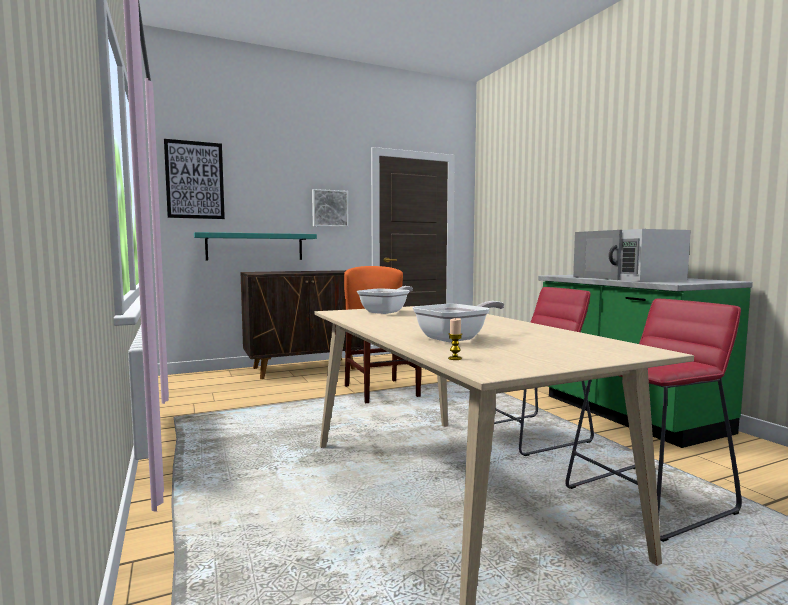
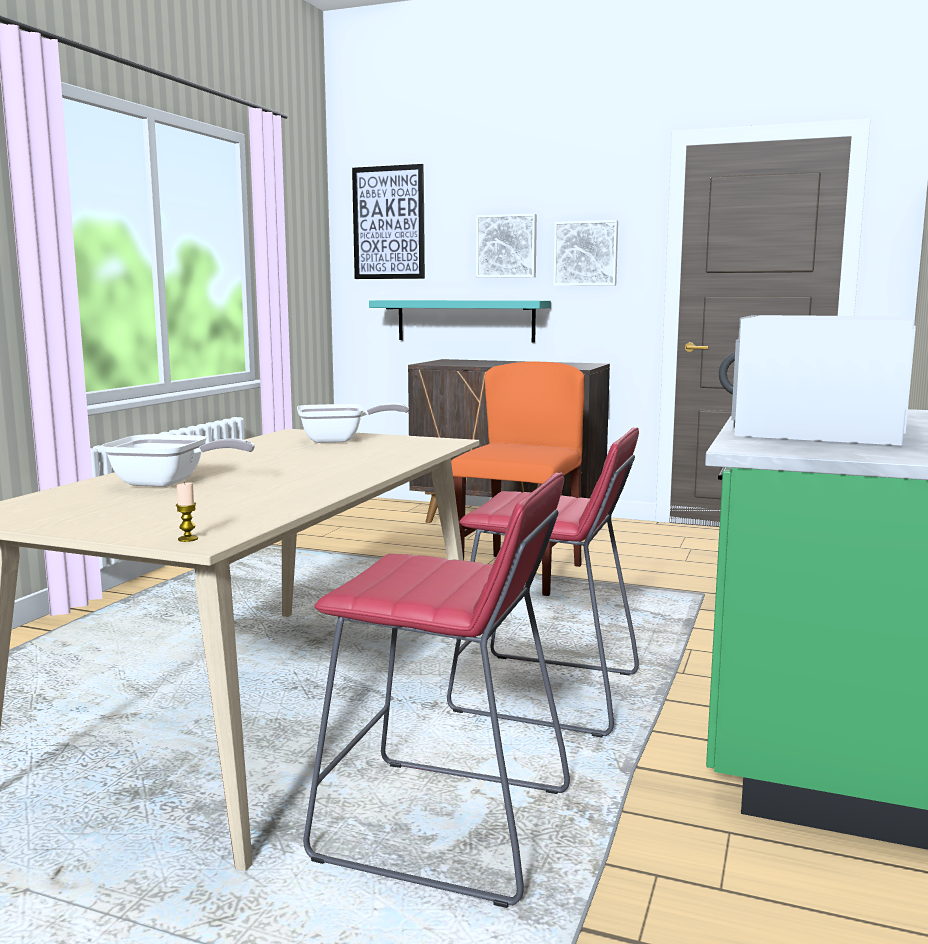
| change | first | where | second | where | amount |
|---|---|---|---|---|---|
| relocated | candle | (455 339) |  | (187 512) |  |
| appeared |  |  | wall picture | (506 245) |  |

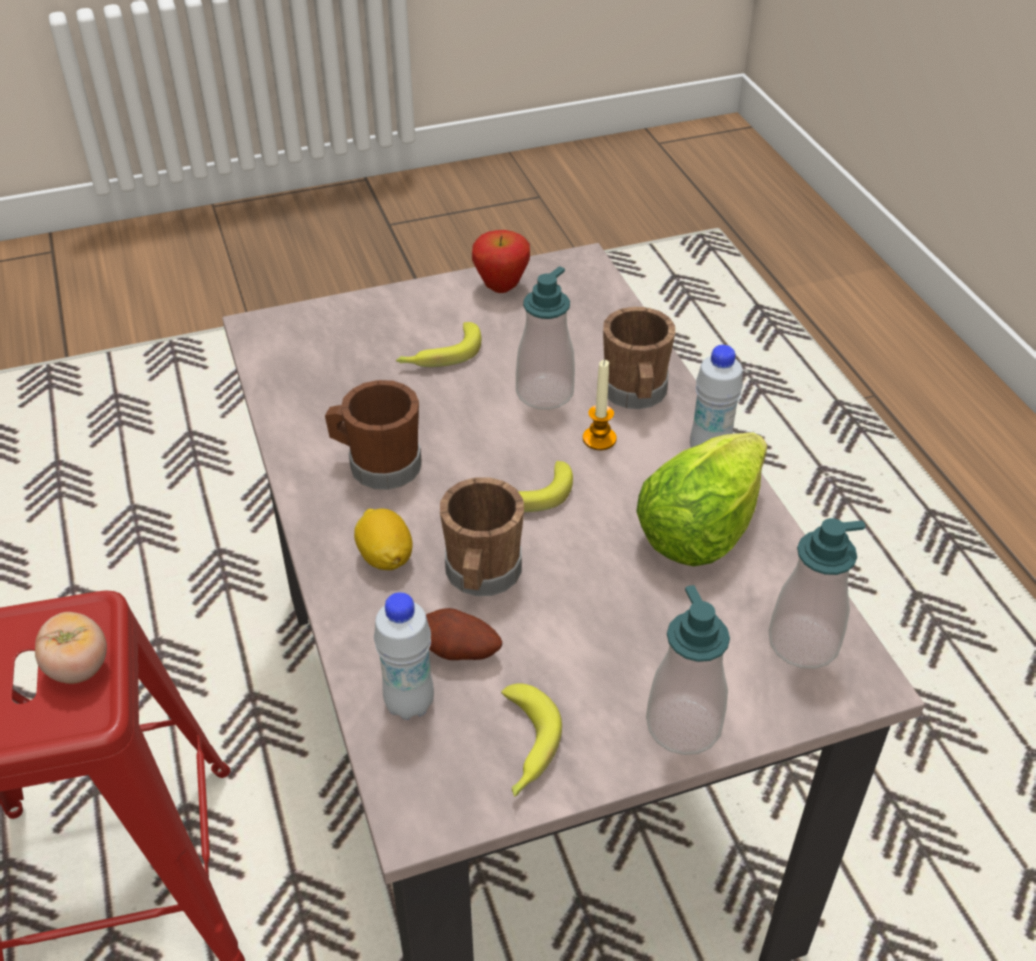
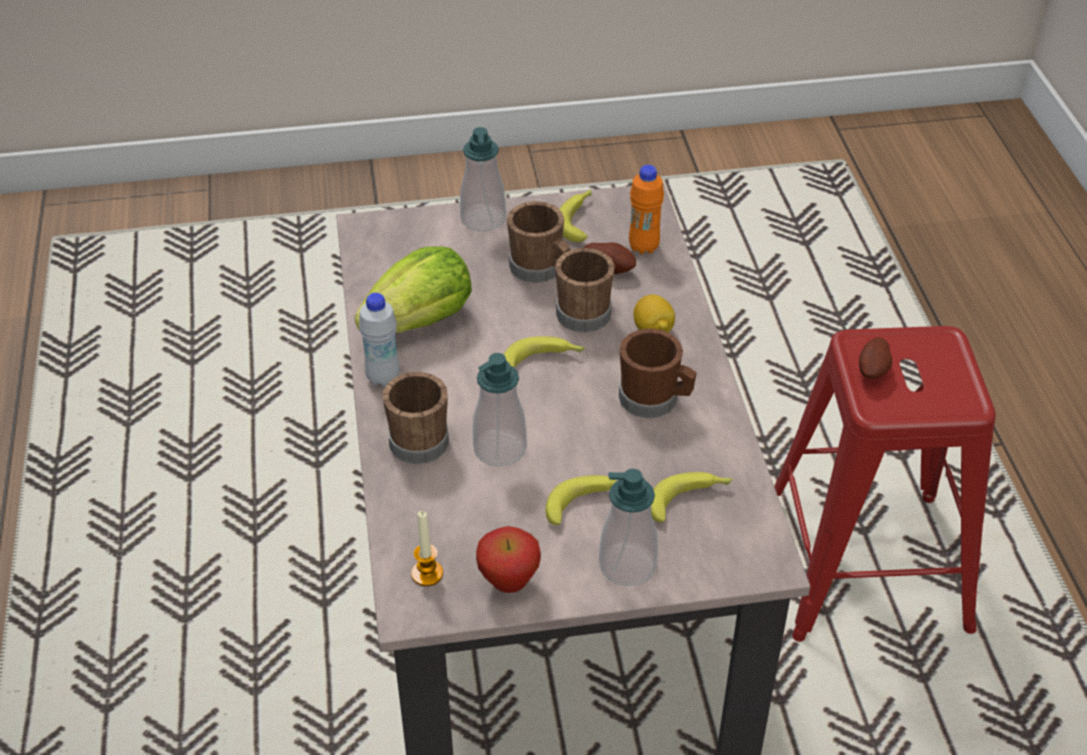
| change | first | where | second | where | amount |
|---|---|---|---|---|---|
| relocated | candle | (600 405) |  | (427 548) |  |
| appeared |  |  | brown-coloured coffee mug | (539 242) |  |
| relocated | soap bottle | (817 593) |  | (628 527) |  |
| colour | white bottle | (404 656) | orange bottle | (646 209) |  |
| appeared |  |  | banana fruit | (692 497) |  |
| exchanged | tomato | (71 648) | whole potato | (875 358) |  |

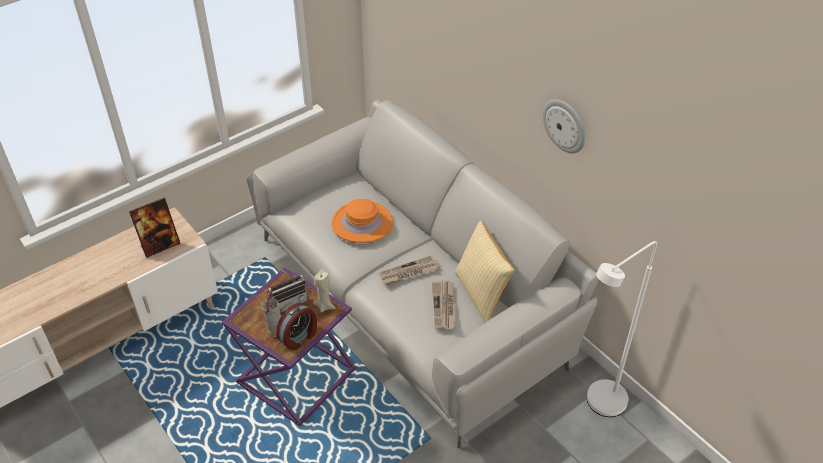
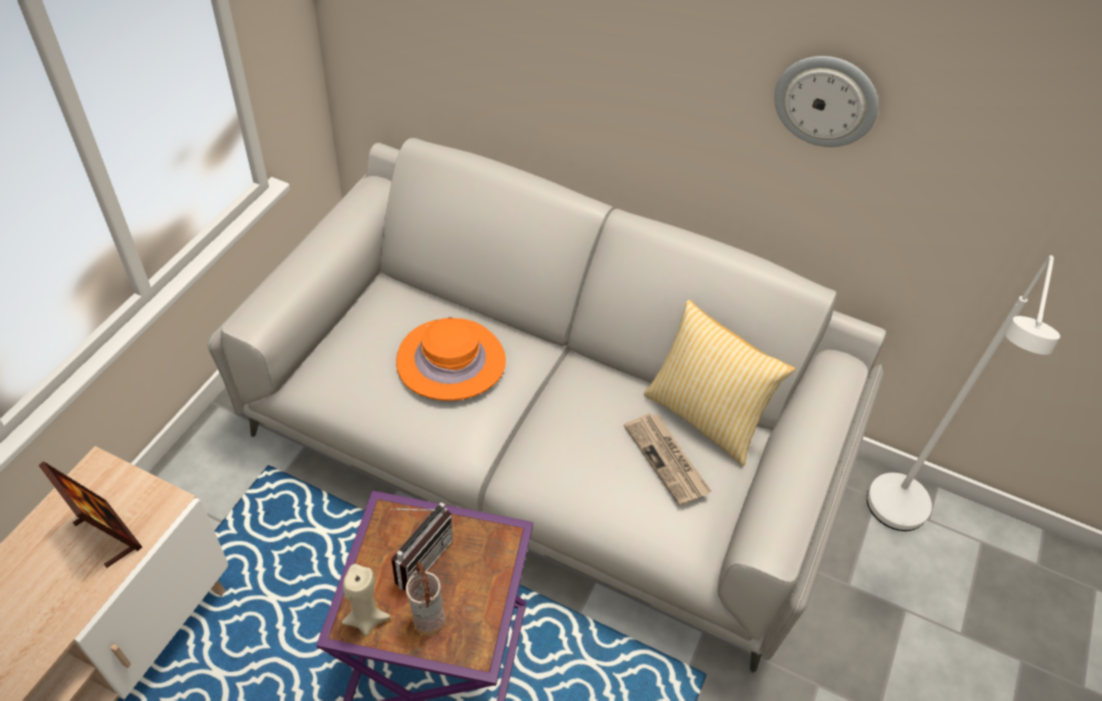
| change | first | where | second | where | amount |
|---|---|---|---|---|---|
| spun | photo frame | (155 228) |  | (90 514) | 75 degrees counterclockwise |
| relocated | beige-coloured candle | (324 291) |  | (366 600) |  |
| missing | bedside clock | (296 326) |  |  |  |
| missing | printed paper | (409 270) |  |  |  |

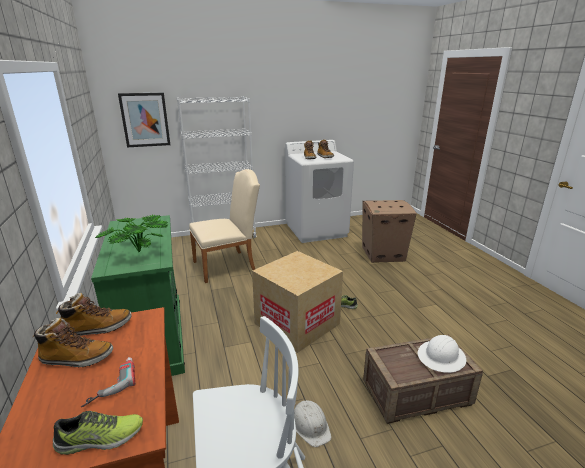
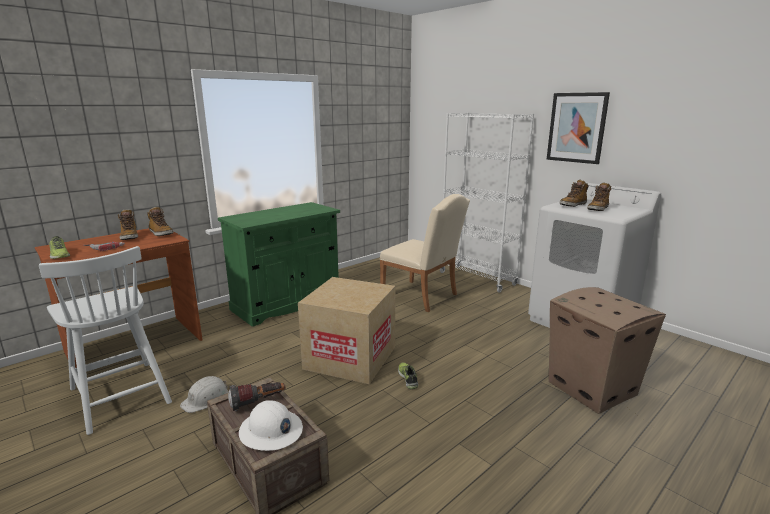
| change | first | where | second | where | amount |
|---|---|---|---|---|---|
| appeared |  |  | torch | (256 396) |  |
| relocated | wall picture | (144 120) |  | (578 128) |  |
| missing | potted plant | (132 233) |  |  |  |

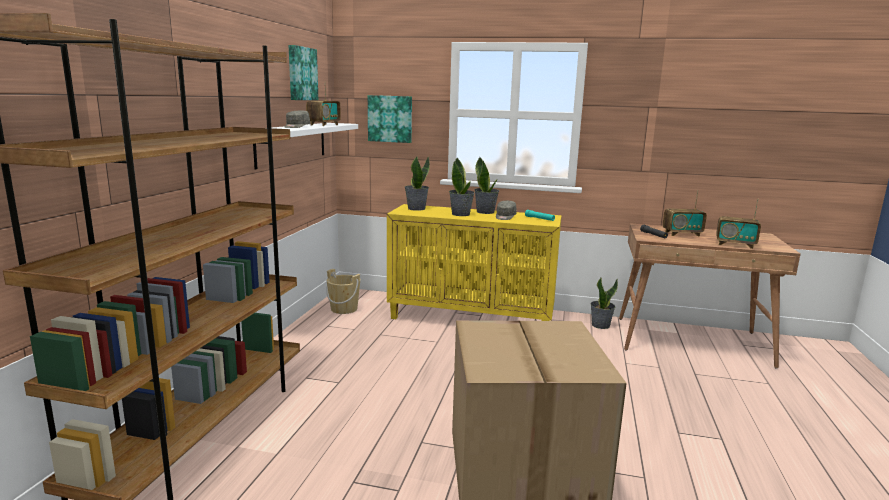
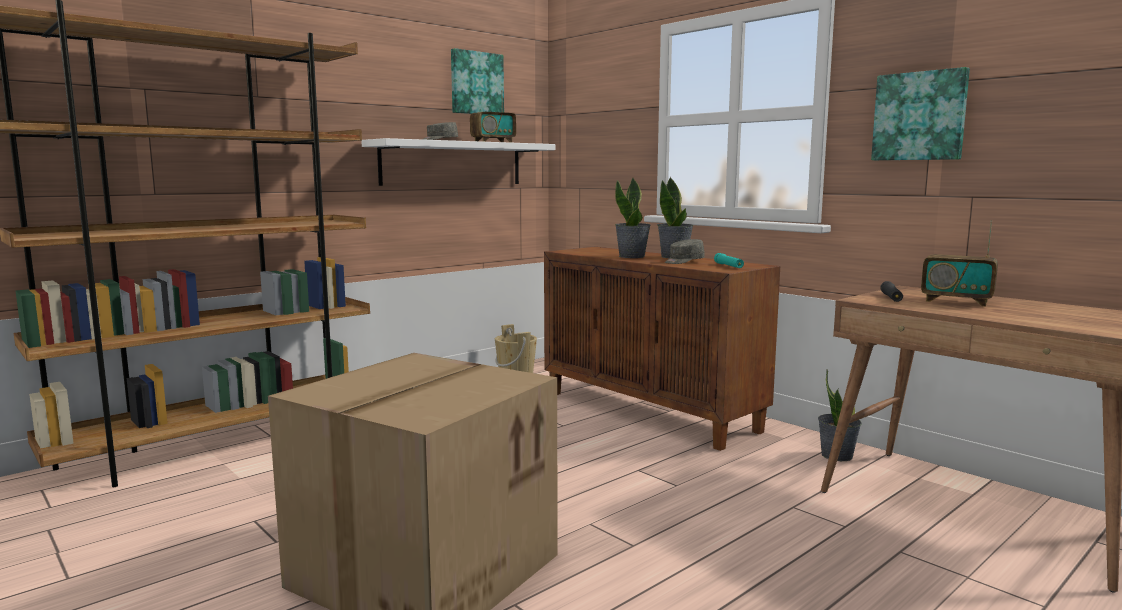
| change | first | where | second | where | amount |
|---|---|---|---|---|---|
| colour | yellowish cupboard | (474 262) | brown-coloured cupboard | (662 349) |  |
| relocated | wall picture | (390 119) |  | (920 113) |  |
| missing | potted plant | (417 183) |  |  |  |
| missing | radio | (738 223) |  |  |  |

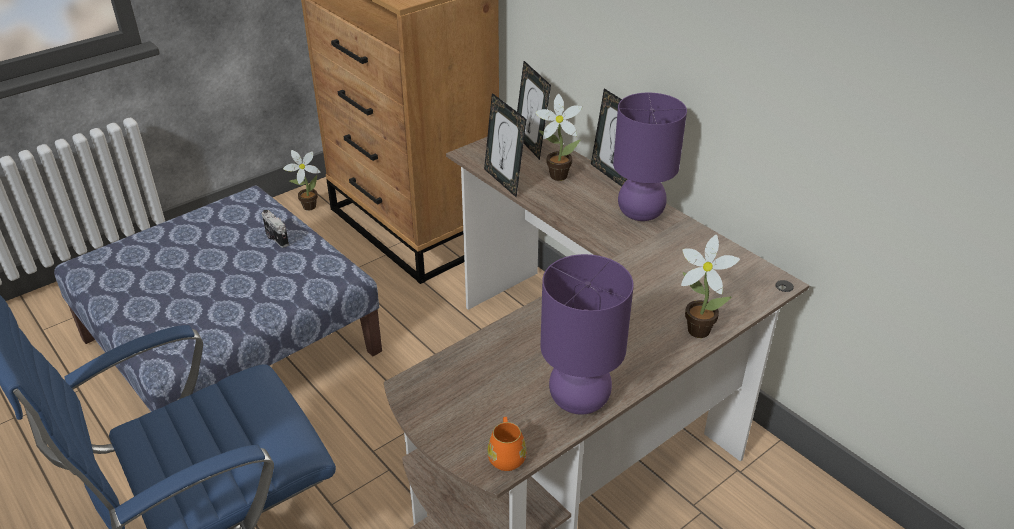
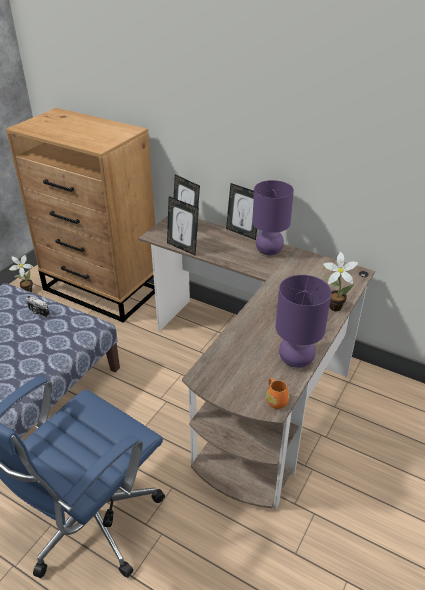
| change | first | where | second | where | amount |
|---|---|---|---|---|---|
| missing | potted plant | (559 137) |  |  |  |

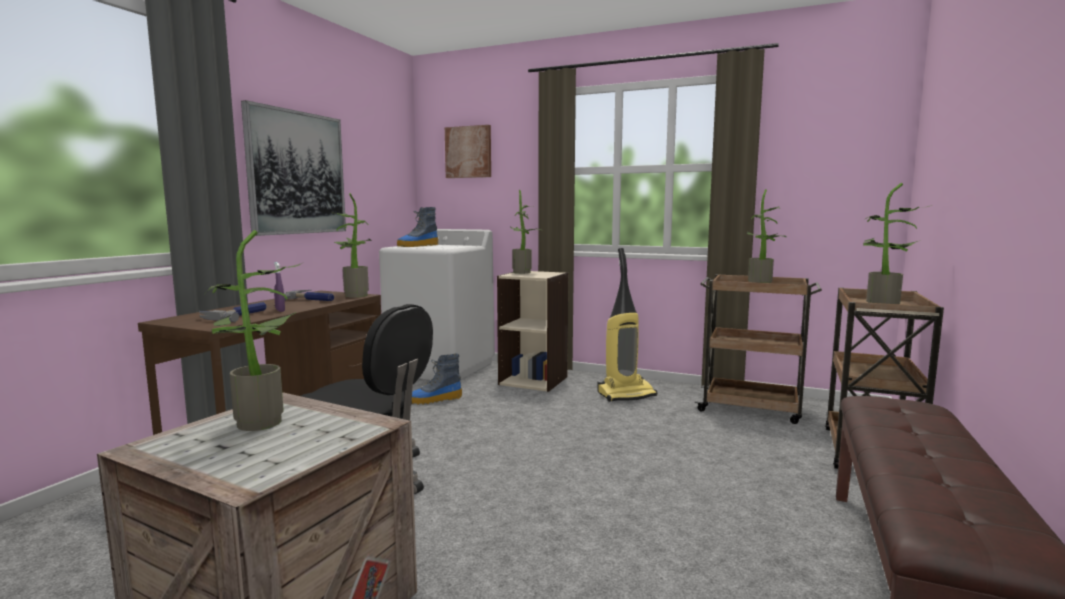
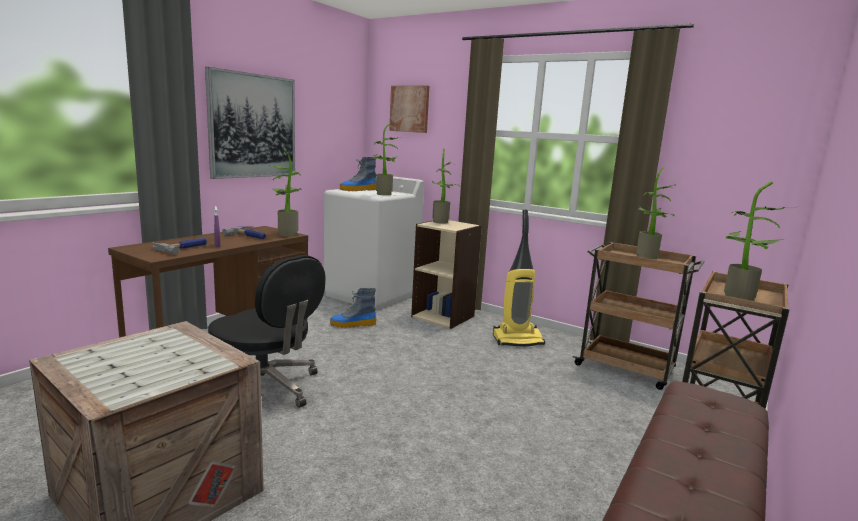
| change | first | where | second | where | amount |
|---|---|---|---|---|---|
| relocated | potted plant | (255 330) |  | (387 159) |  |

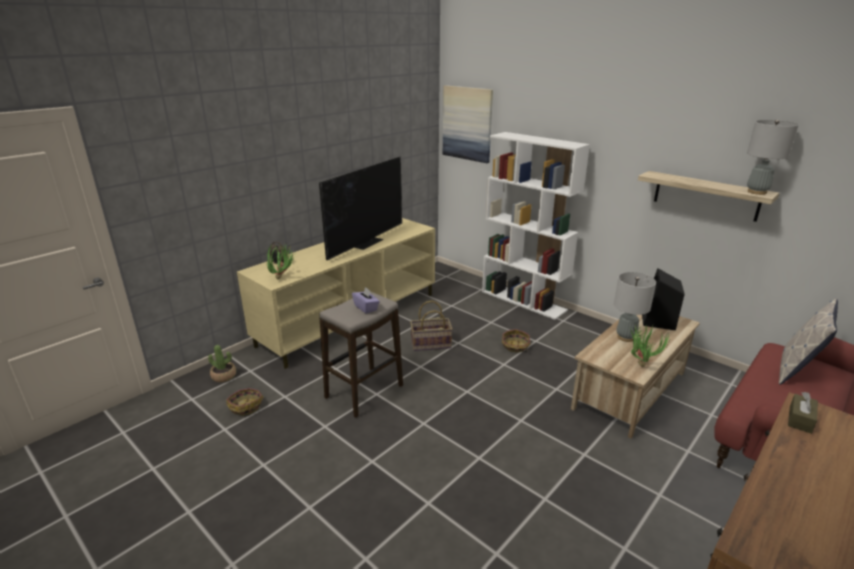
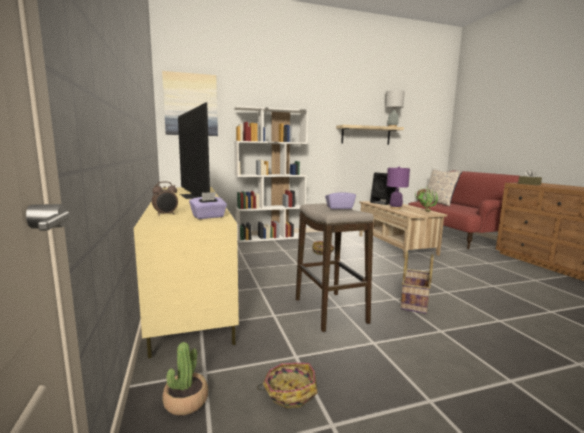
| change | first | where | second | where | amount |
|---|---|---|---|---|---|
| exchanged | potted plant | (281 261) | purplish tissue box | (208 205) |  |
| colour | greyish lamp for a table | (635 307) | purplish lamp for a table | (398 187) |  |
| relocated | basket | (431 325) |  | (417 282) |  |

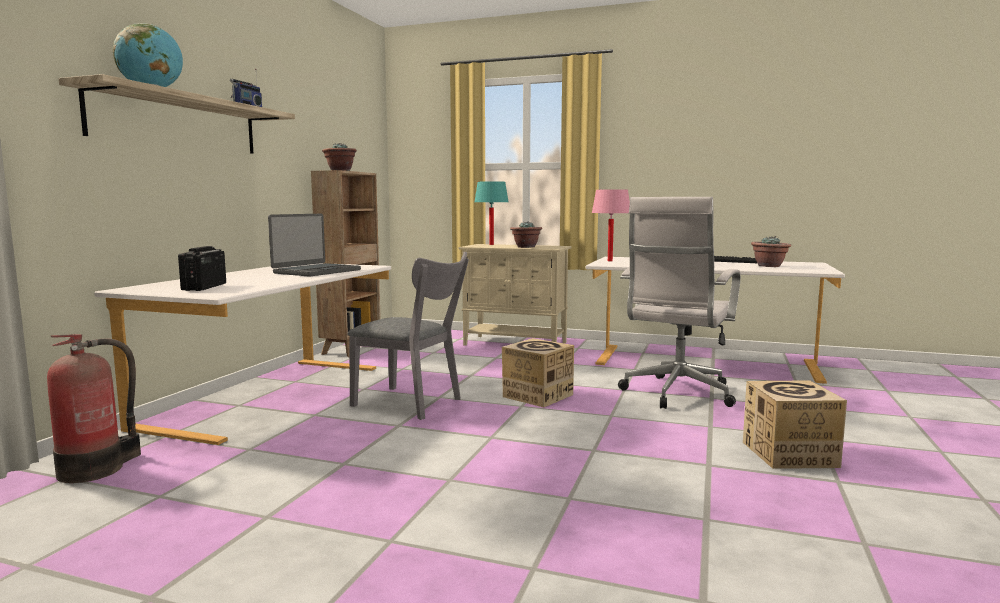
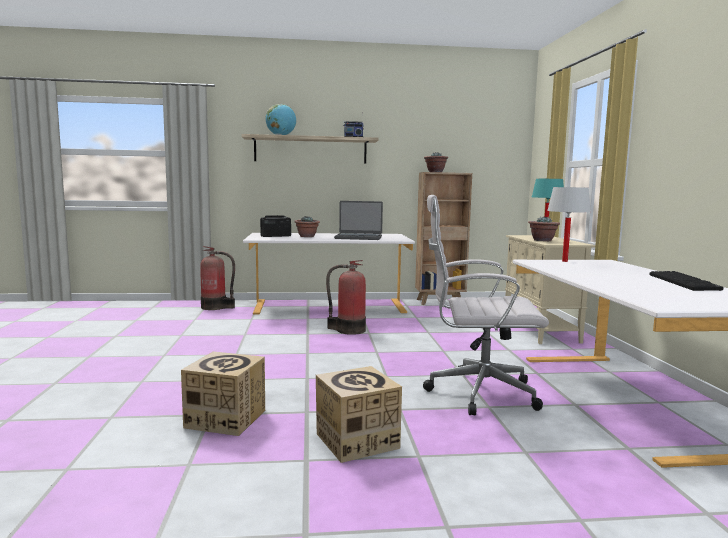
| change | first | where | second | where | amount |
|---|---|---|---|---|---|
| relocated | packing box | (538 372) |  | (223 394) |  |
| relocated | potted plant | (771 251) |  | (307 226) |  |
| exchanged | greyish chair | (408 336) | fire-fighting cylinder | (346 297) |  |
| colour | pink lamp for a table | (611 225) | white lamp for a table | (569 224) |  |

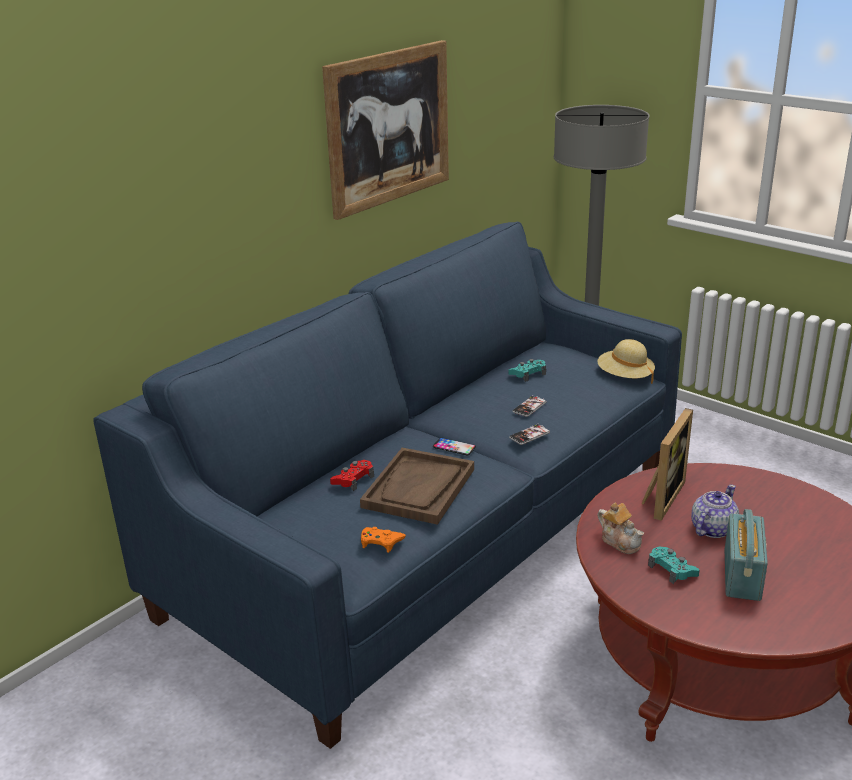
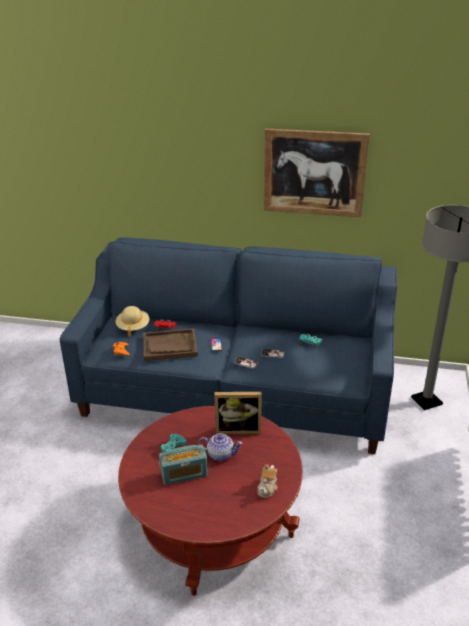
| change | first | where | second | where | amount |
|---|---|---|---|---|---|
| relocated | beige-coloured clothing hat | (626 361) |  | (132 321) |  |
| relocated | teapot | (621 528) |  | (267 481) |  |

